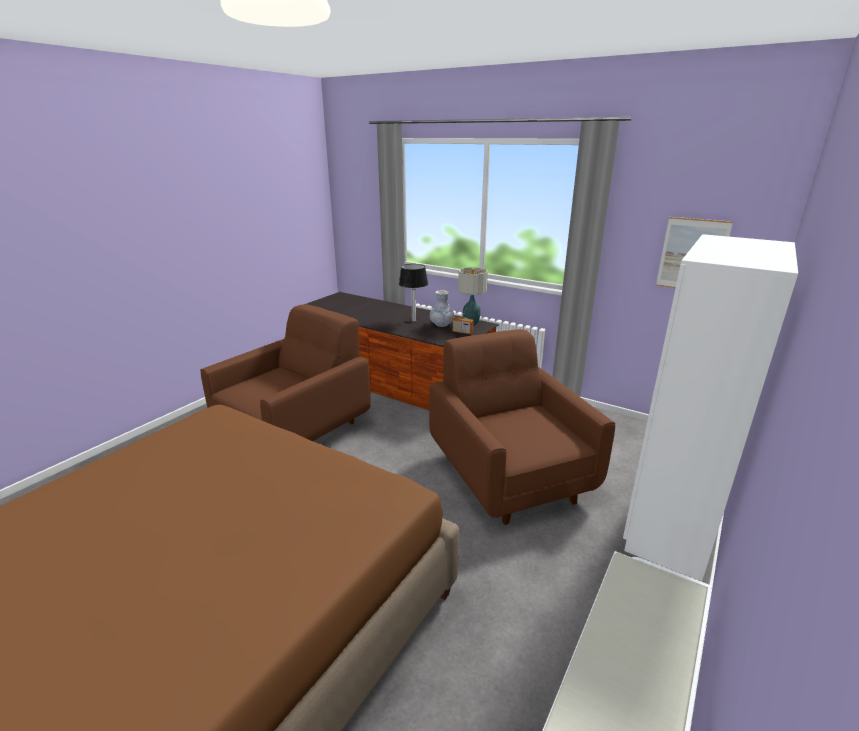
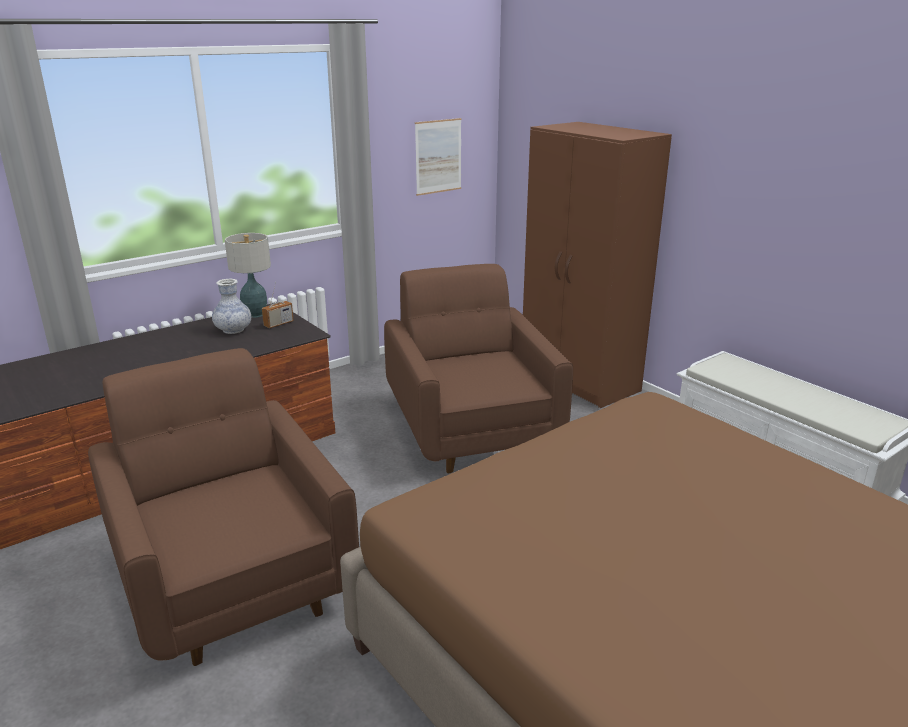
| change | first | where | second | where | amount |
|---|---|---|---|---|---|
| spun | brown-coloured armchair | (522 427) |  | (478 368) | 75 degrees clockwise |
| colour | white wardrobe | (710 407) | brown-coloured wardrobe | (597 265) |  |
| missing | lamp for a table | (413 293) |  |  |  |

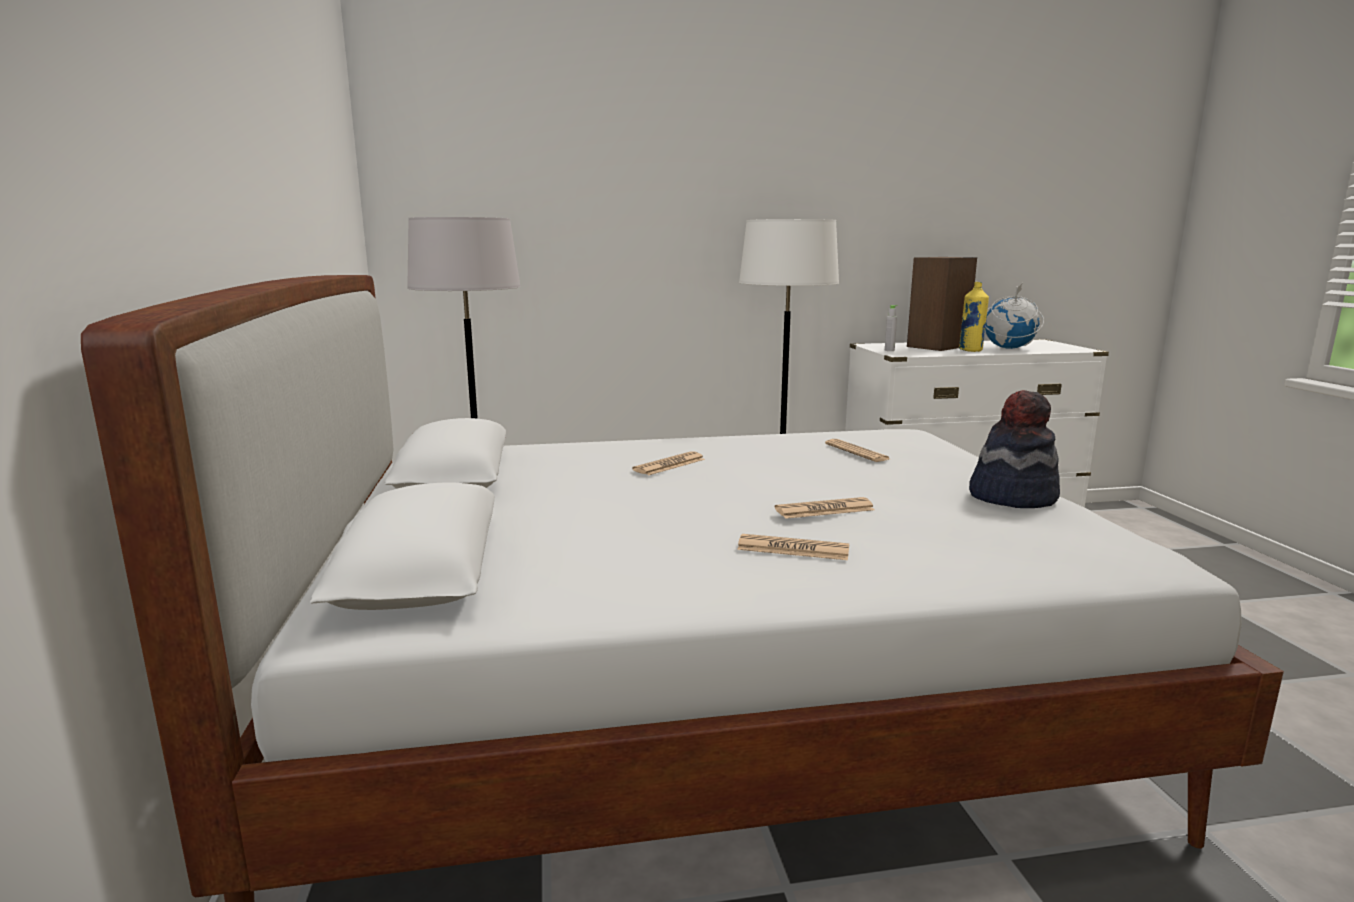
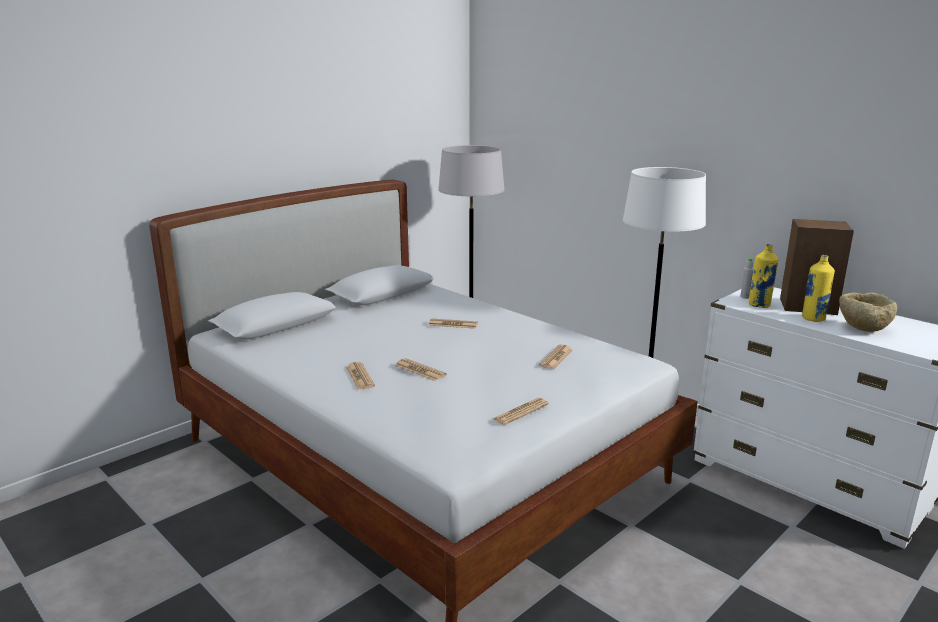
| change | first | where | second | where | amount |
|---|---|---|---|---|---|
| exchanged | clothing hat | (1014 449) | printed paper | (521 411) |  |
| appeared |  |  | yellowish bottle | (764 276) |  |
| exchanged | globe | (1014 315) | beige-coloured bowl | (868 312) |  |

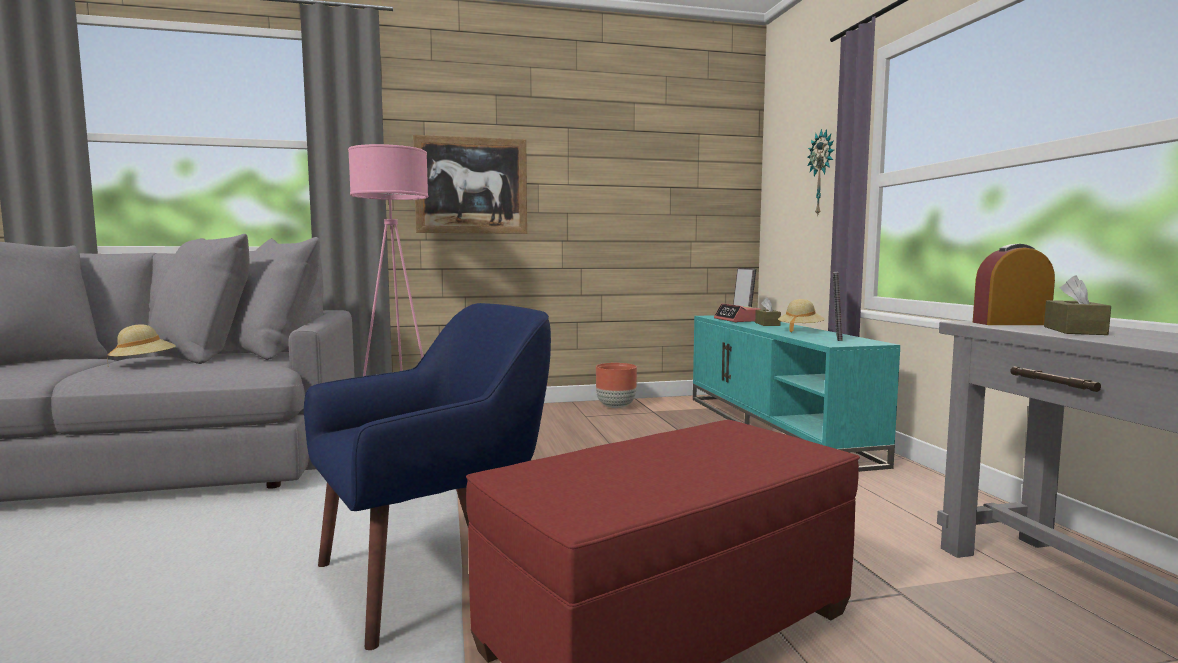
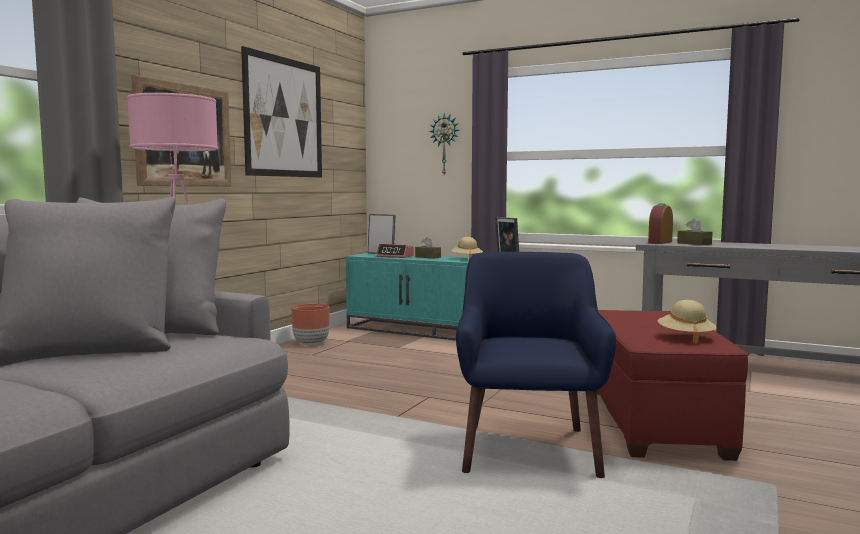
| change | first | where | second | where | amount |
|---|---|---|---|---|---|
| appeared |  |  | wall picture | (281 111) |  |
| relocated | beige-coloured clothing hat | (141 341) |  | (687 322) |  |

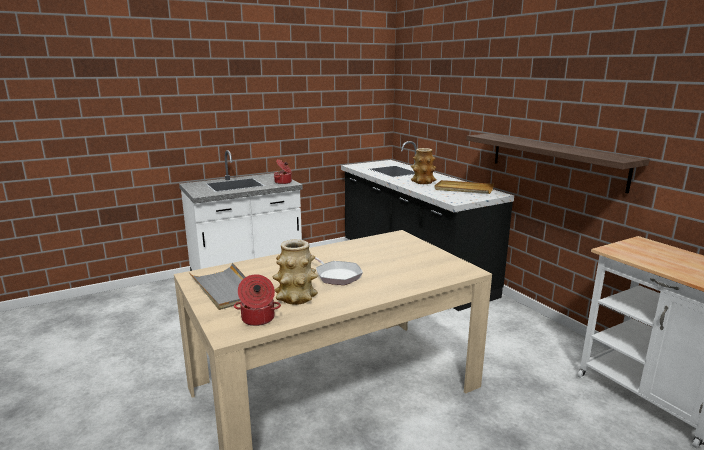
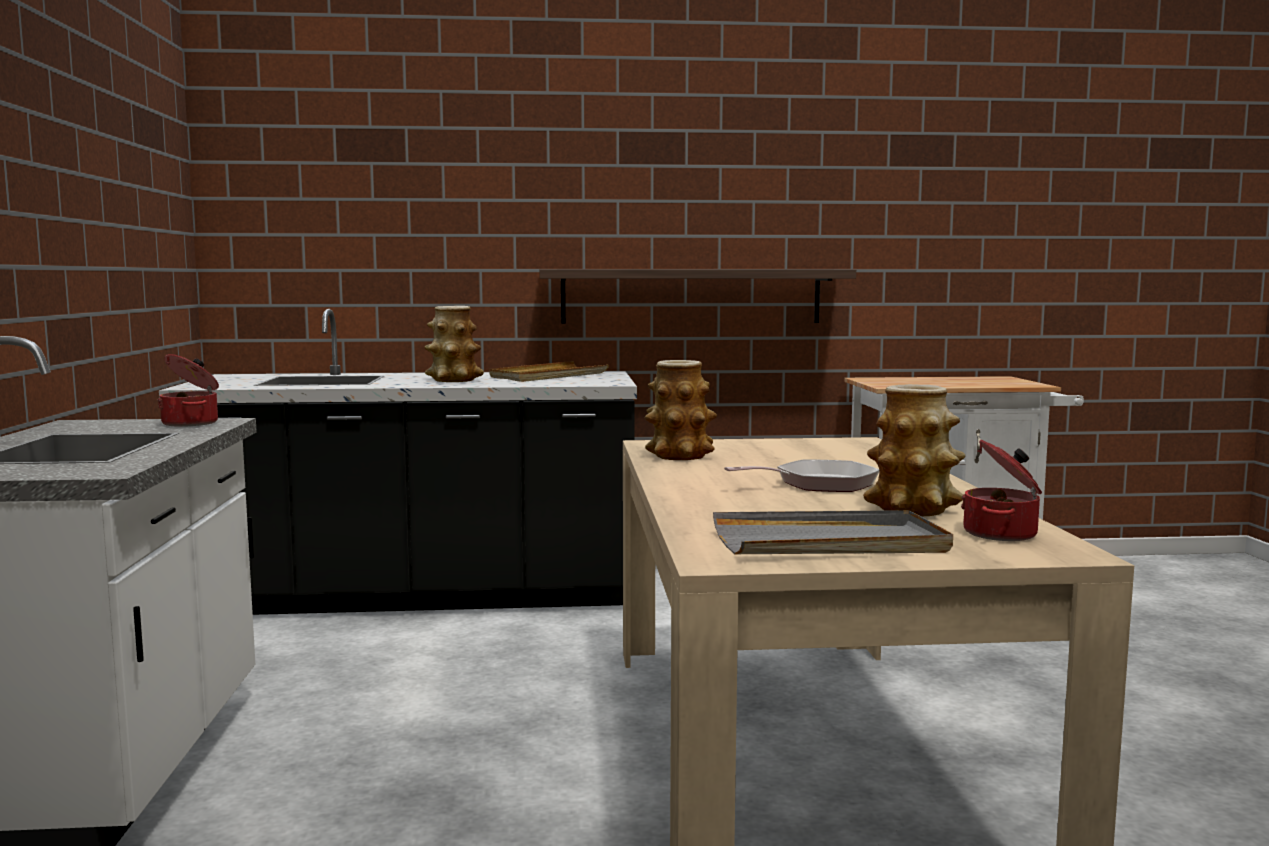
| change | first | where | second | where | amount |
|---|---|---|---|---|---|
| appeared |  |  | vase | (681 410) |  |

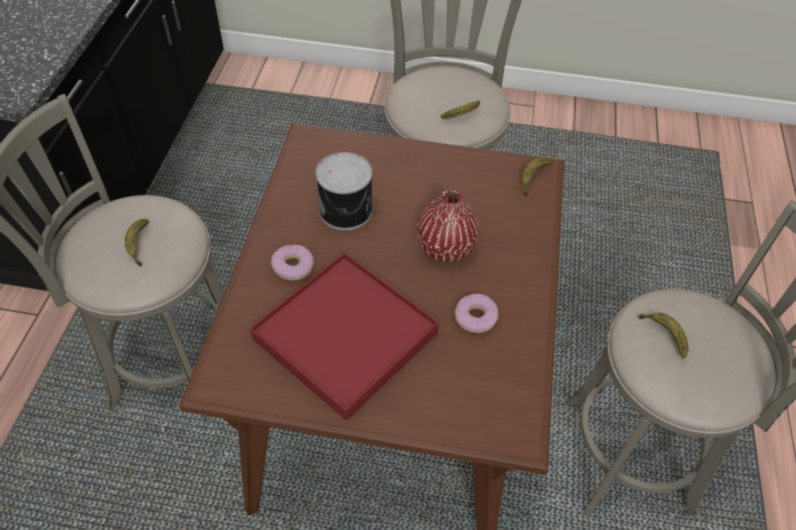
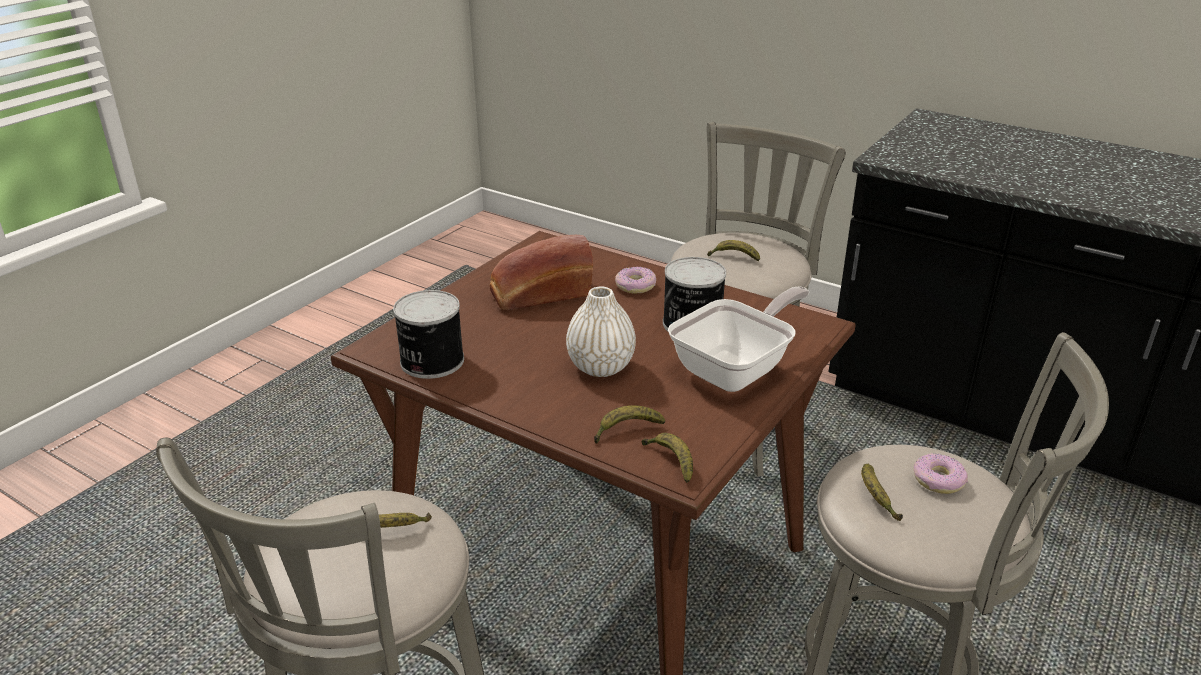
| change | first | where | second | where | amount |
|---|---|---|---|---|---|
| appeared |  |  | sealed can | (428 334) |  |
| exchanged | reddish tray | (344 337) | bakery bread | (541 272) |  |
| colour | reddish vase | (448 225) | white vase | (601 331) |  |
| appeared |  |  | banana fruit | (629 424) |  |
| appeared |  |  | skillet | (739 339) |  |
| relocated | doughnut | (476 313) |  | (941 473) |  |

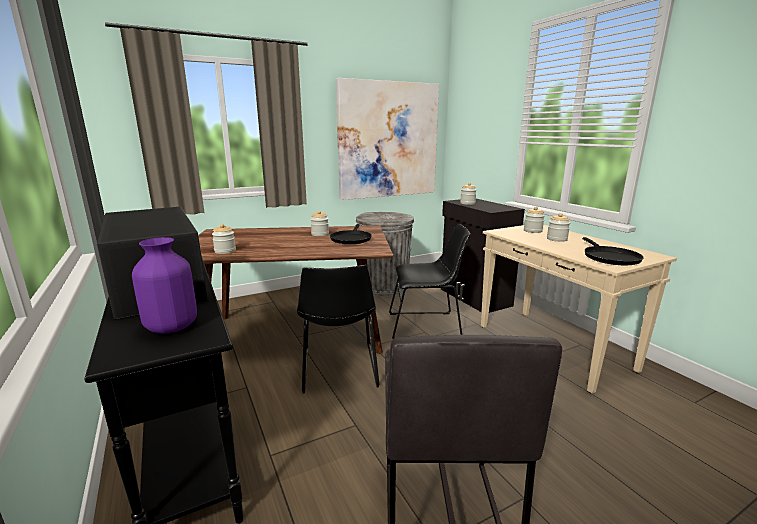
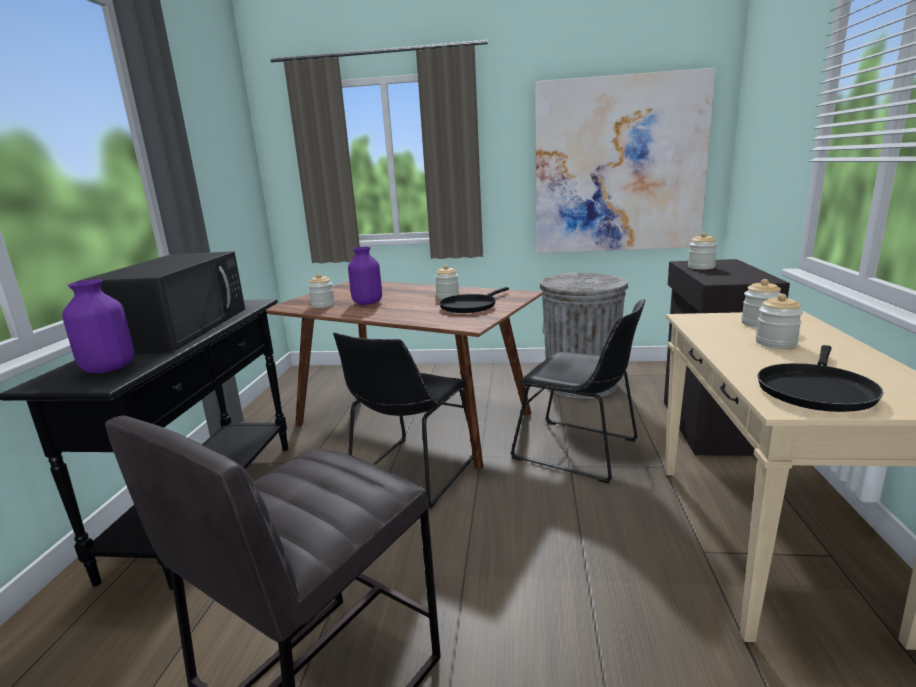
| change | first | where | second | where | amount |
|---|---|---|---|---|---|
| appeared |  |  | purplish vase | (365 276) |  |

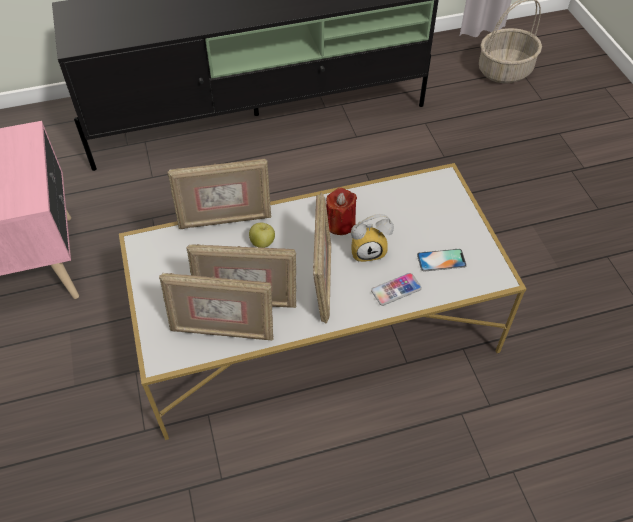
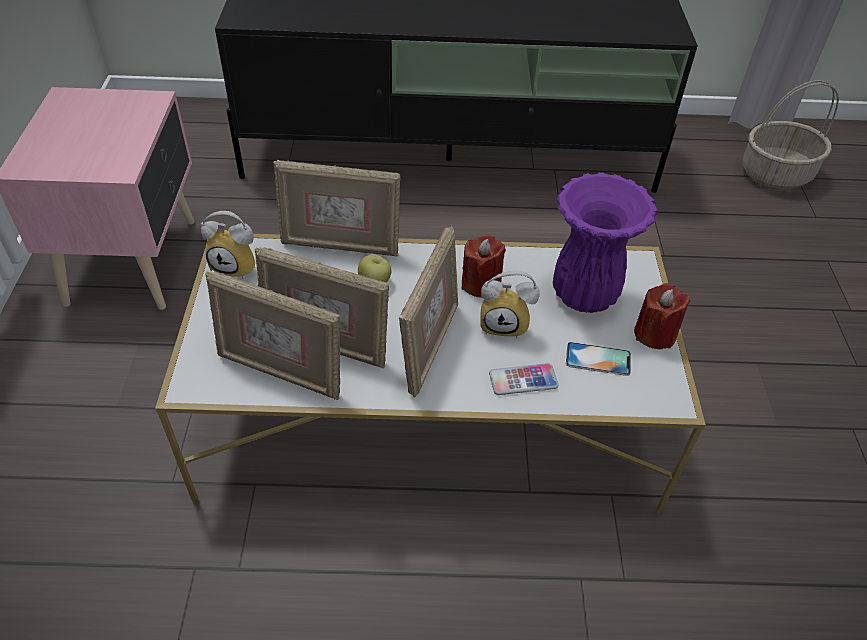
| change | first | where | second | where | amount |
|---|---|---|---|---|---|
| appeared |  |  | bedside clock | (228 245) |  |
| appeared |  |  | purplish vase | (605 243) |  |
| appeared |  |  | reddish candle | (662 316) |  |

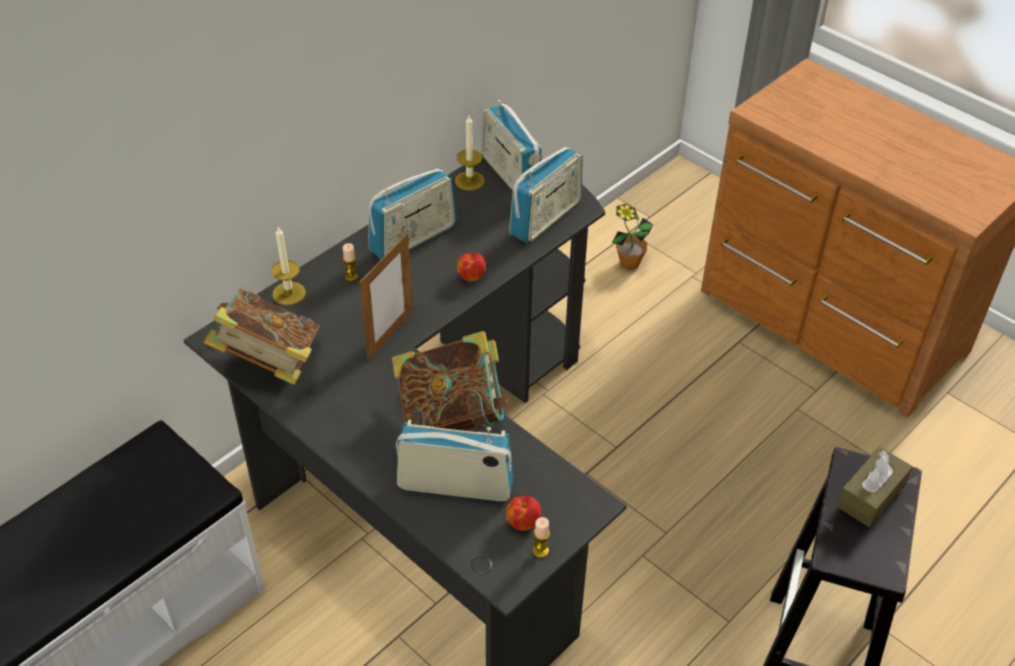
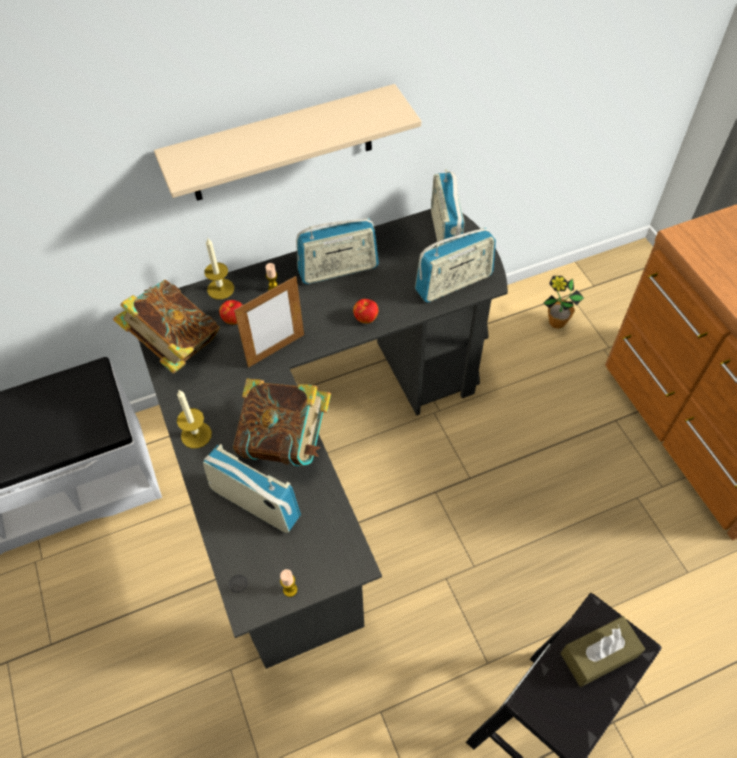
| change | first | where | second | where | amount |
|---|---|---|---|---|---|
| appeared |  |  | beige-coloured shelf | (287 142) |  |
| relocated | candle | (470 152) |  | (194 419) |  |
| relocated | apple | (523 513) |  | (230 312) |  |

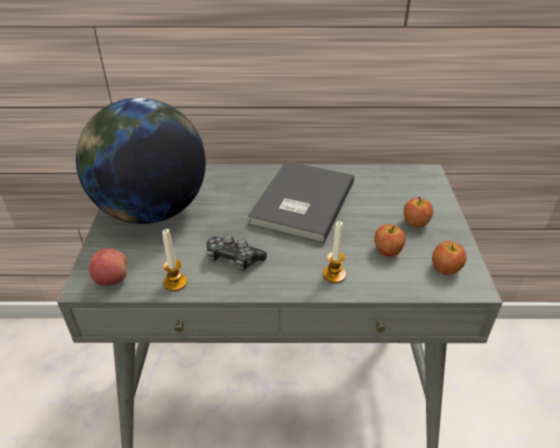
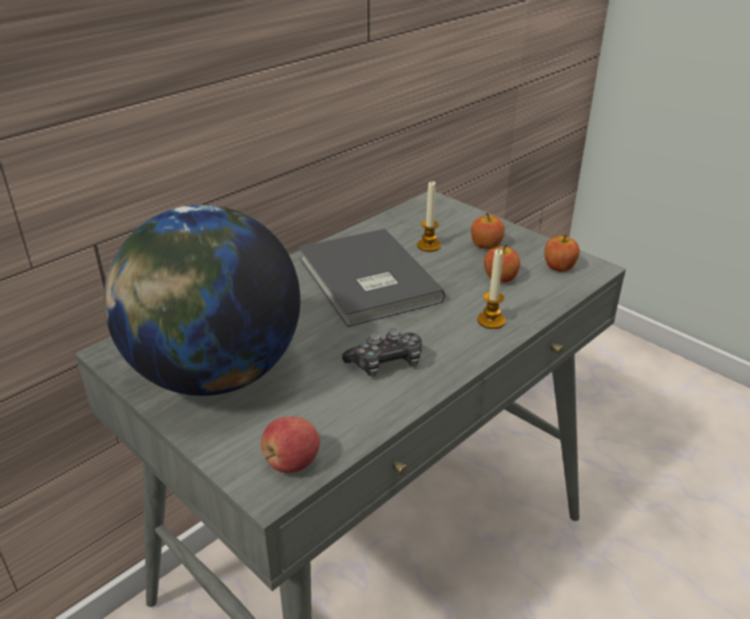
| change | first | where | second | where | amount |
|---|---|---|---|---|---|
| relocated | candle | (174 260) |  | (429 216) |  |

